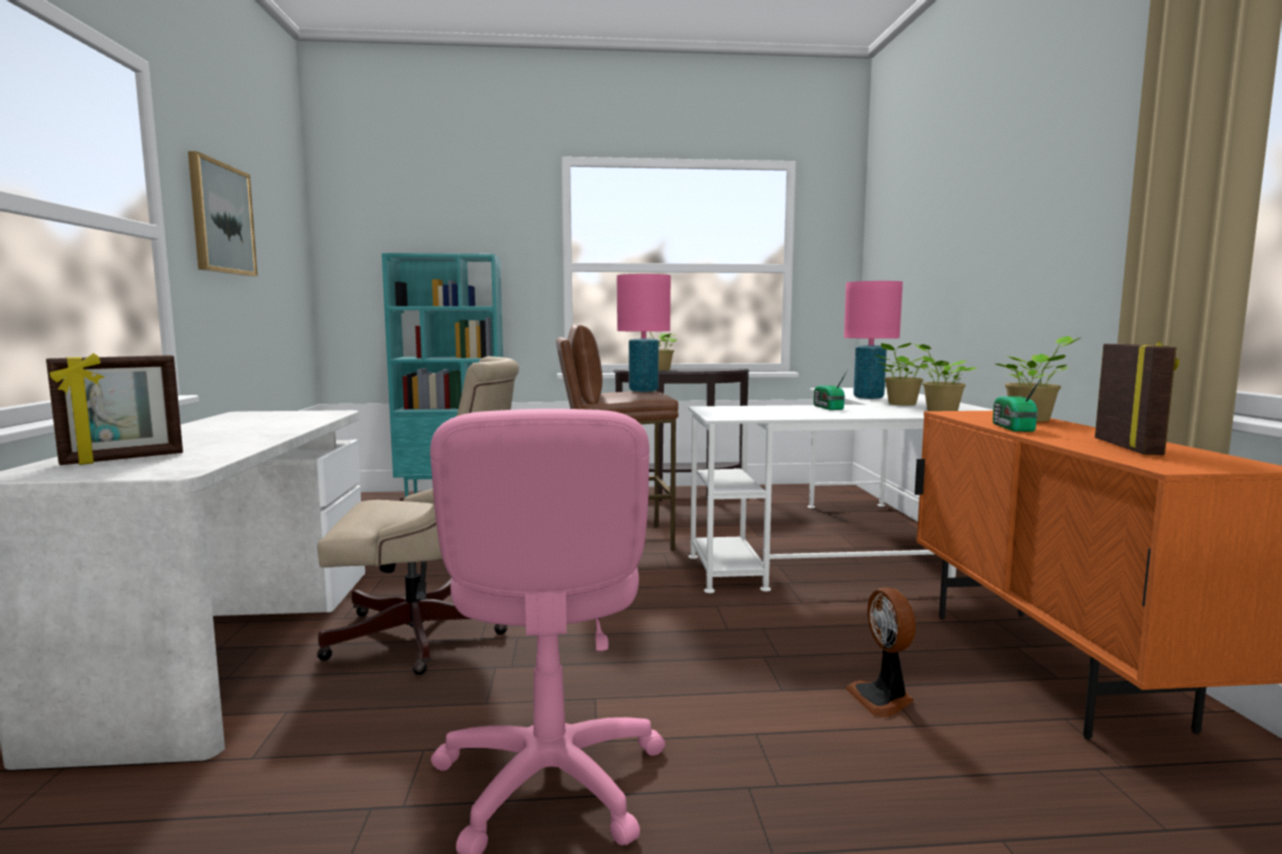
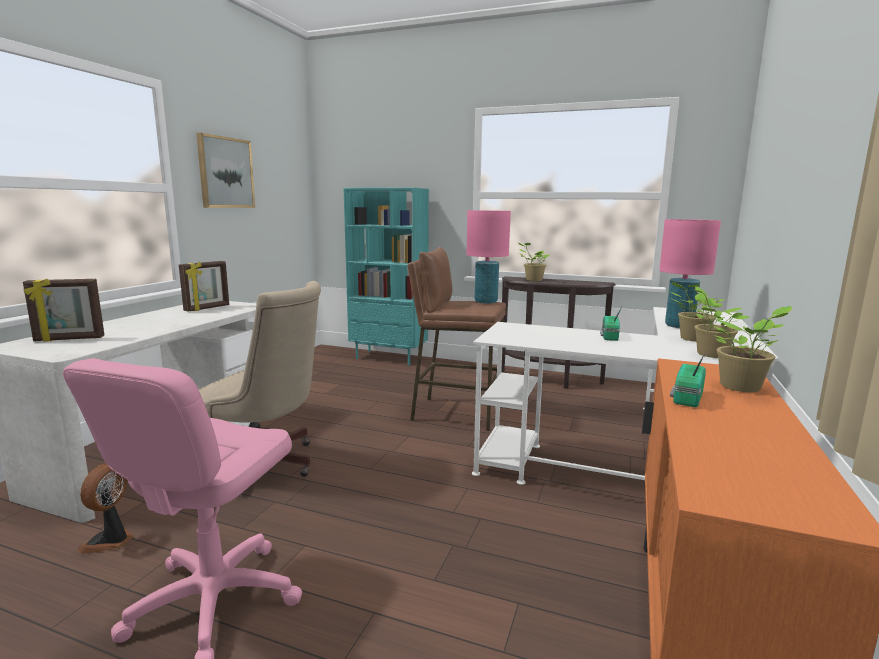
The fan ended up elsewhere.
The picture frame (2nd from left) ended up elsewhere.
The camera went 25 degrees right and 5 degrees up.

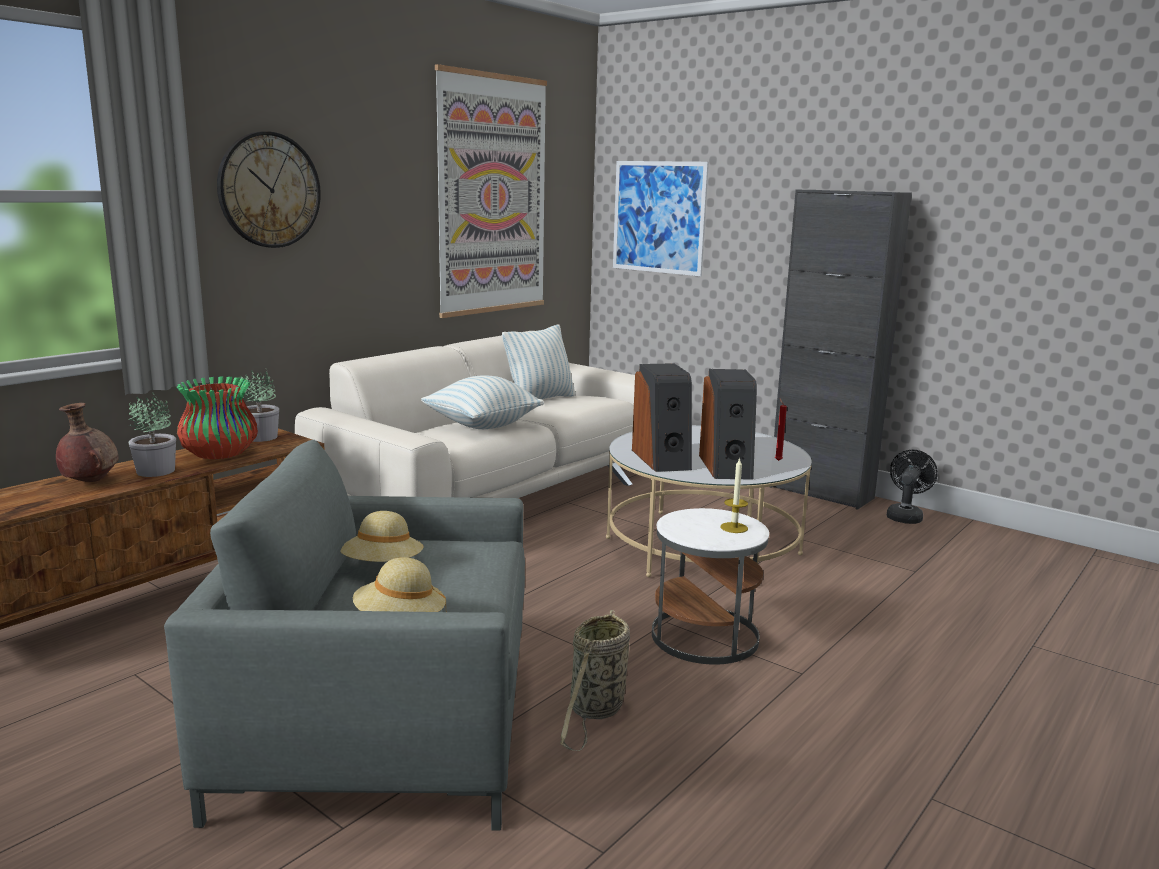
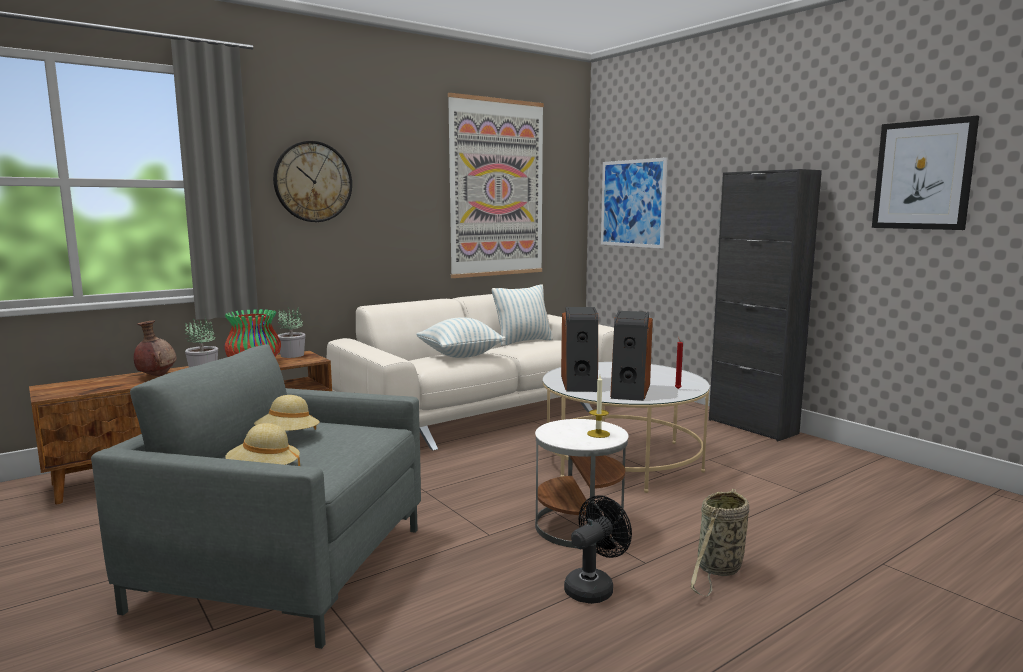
The fan (black) ended up elsewhere.
The basket ended up elsewhere.
The second view gained the picture (3rd from left).
The camera went 15 degrees right and 5 degrees down.

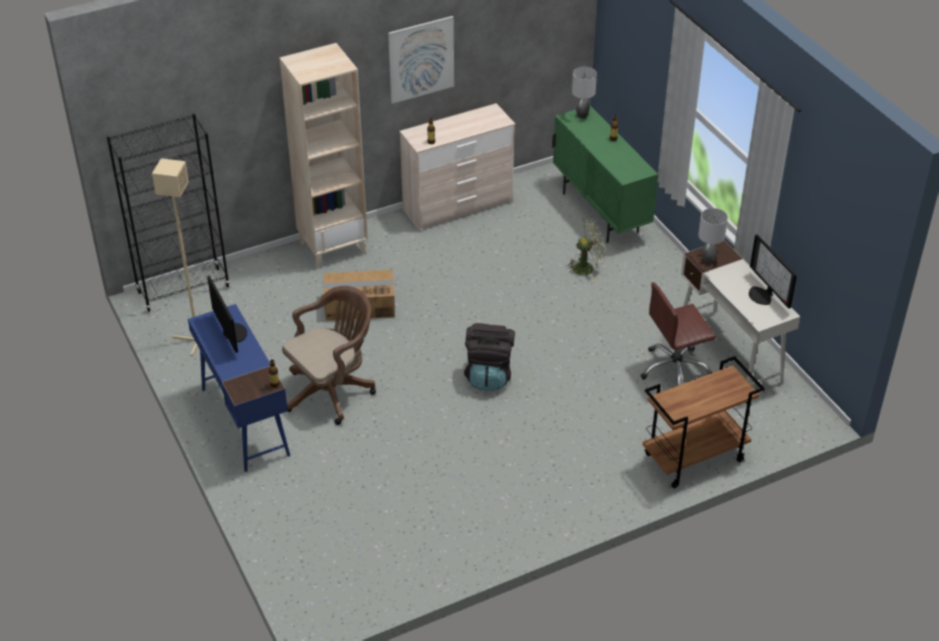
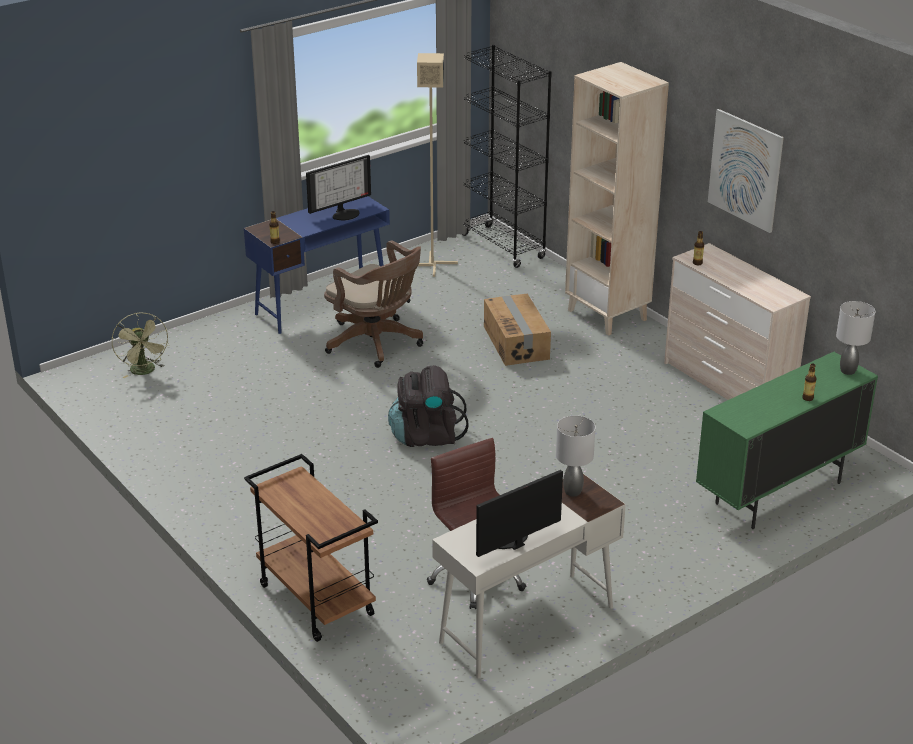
The fan (green) ended up elsewhere.
The camera went 80 degrees right and 10 degrees down.

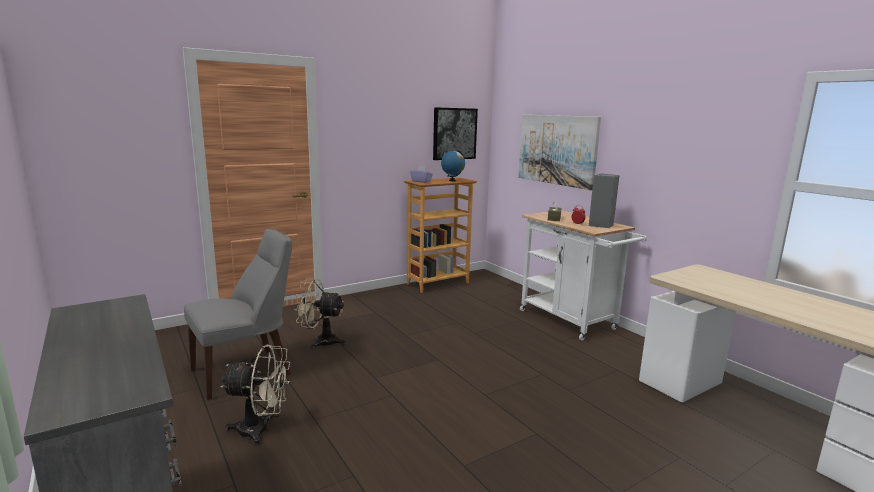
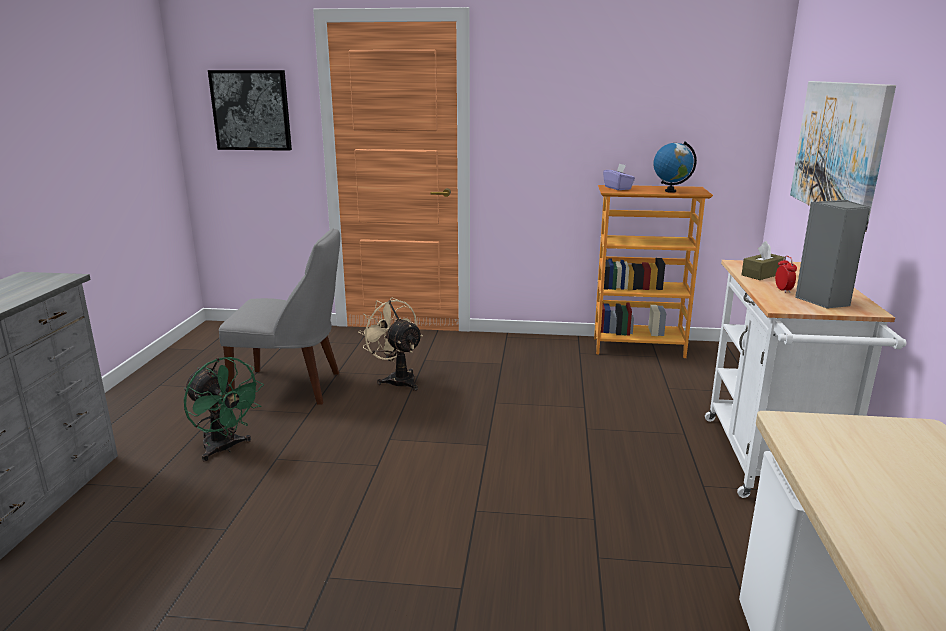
What was the fan (beige) (1st from left) turned into the fan (green).
The picture (1st from left) ended up elsewhere.
The camera went 40 degrees right and 5 degrees up.

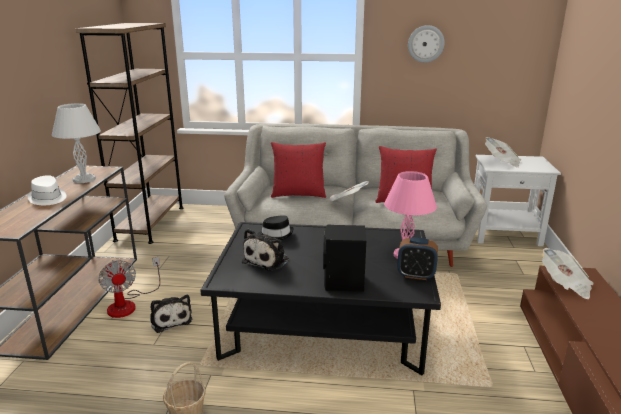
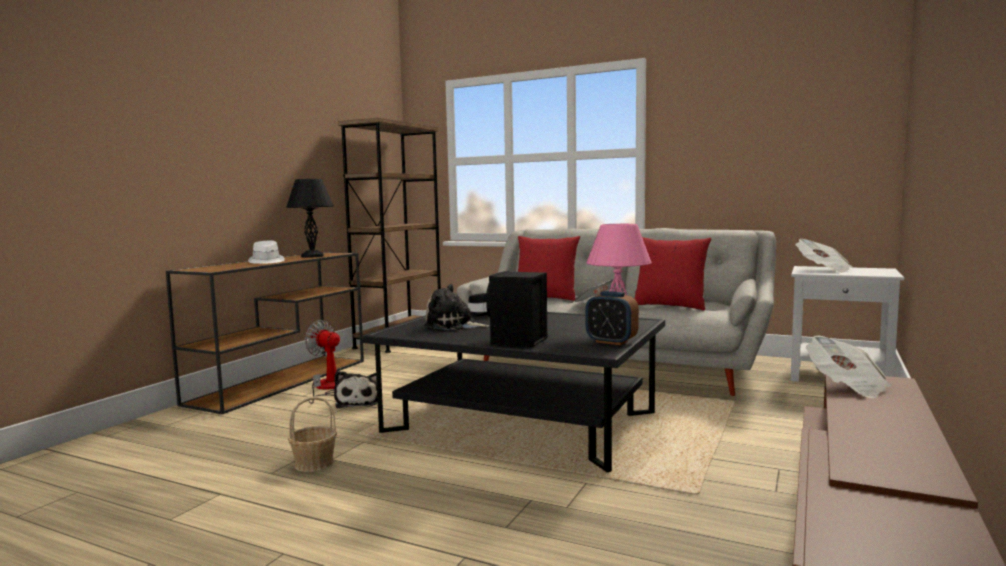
What was the table lamp (white) turned into the table lamp (black).
The fan ended up facing another way, 135 degrees clockwise from before.
The plush toy (2nd from left) ended up facing another way, 60 degrees clockwise from before.
The second view lost the wall clock.
The camera went 20 degrees right and 15 degrees down.

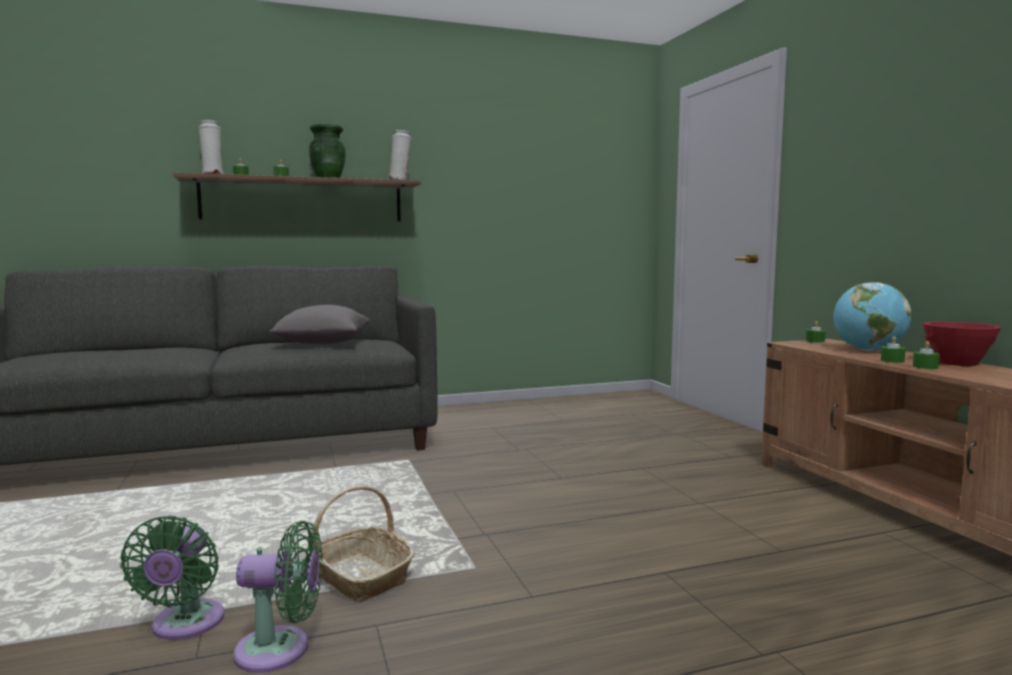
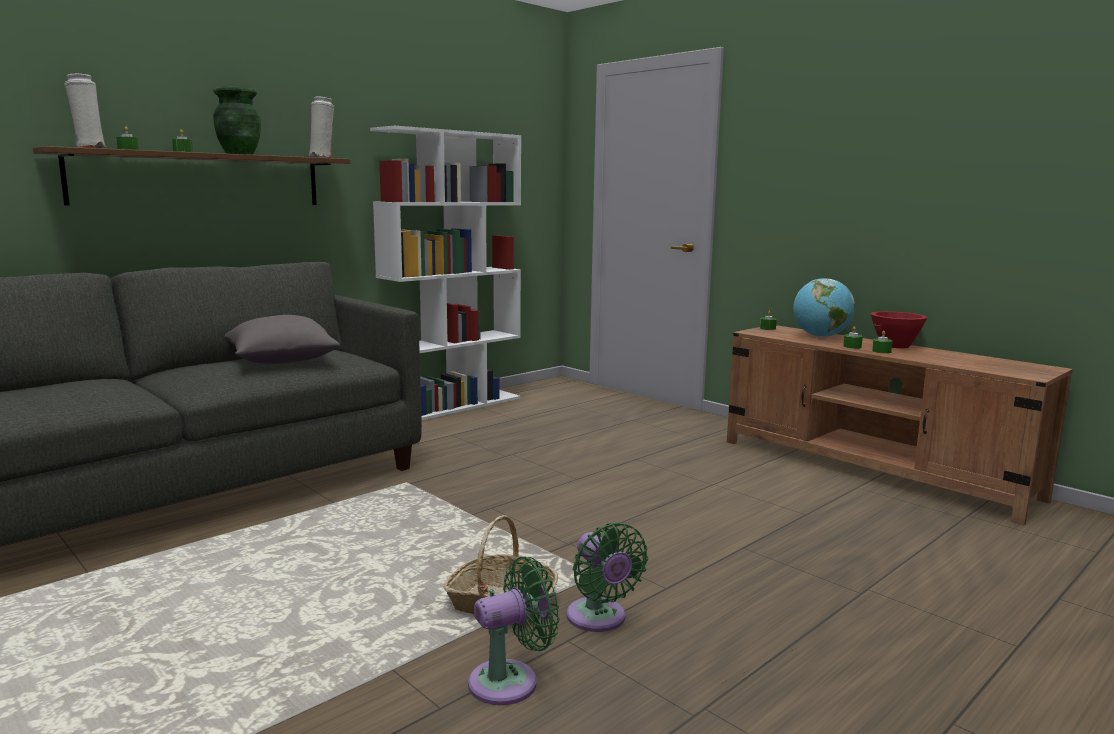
The second view gained the bookcase (white).
The fan (green) (1st from left in the first image) ended up elsewhere.
The camera went 25 degrees left and 5 degrees up.

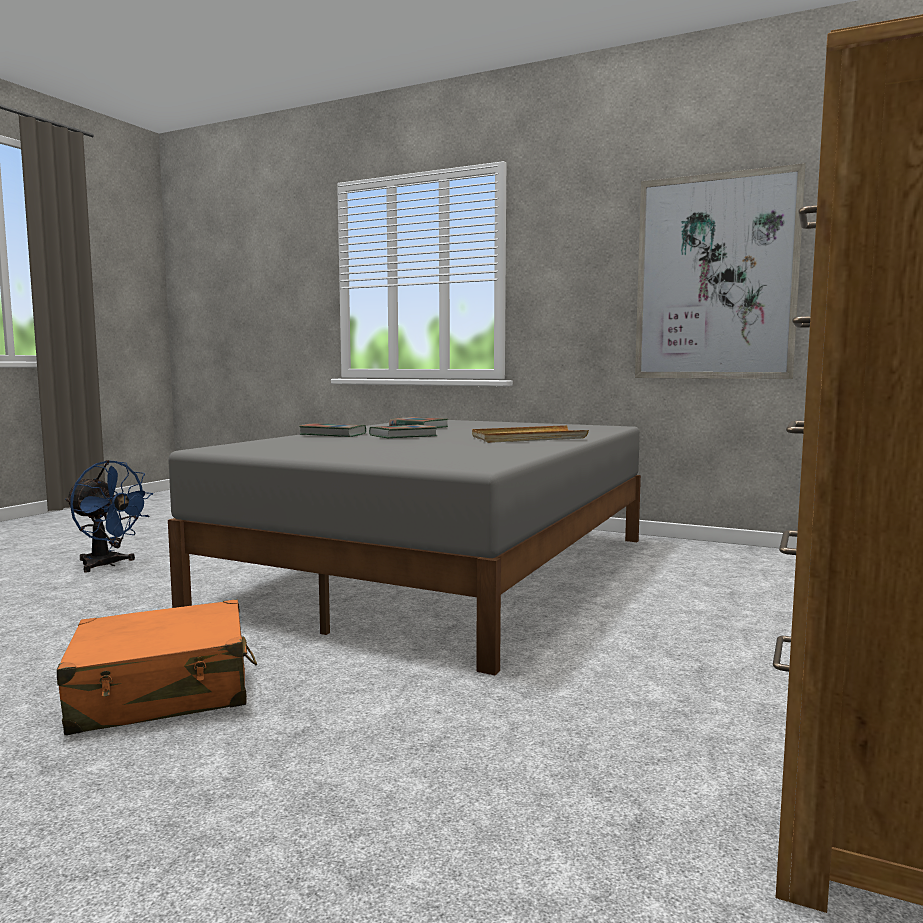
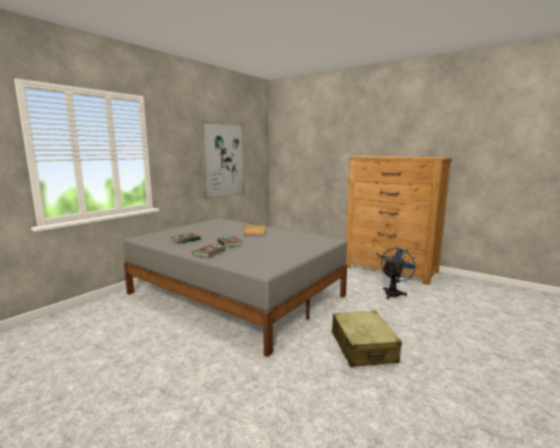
What was the suitcase (orange) turned into the suitcase (beige).
The fan (blue) ended up elsewhere.
The camera went 80 degrees left and 5 degrees up.

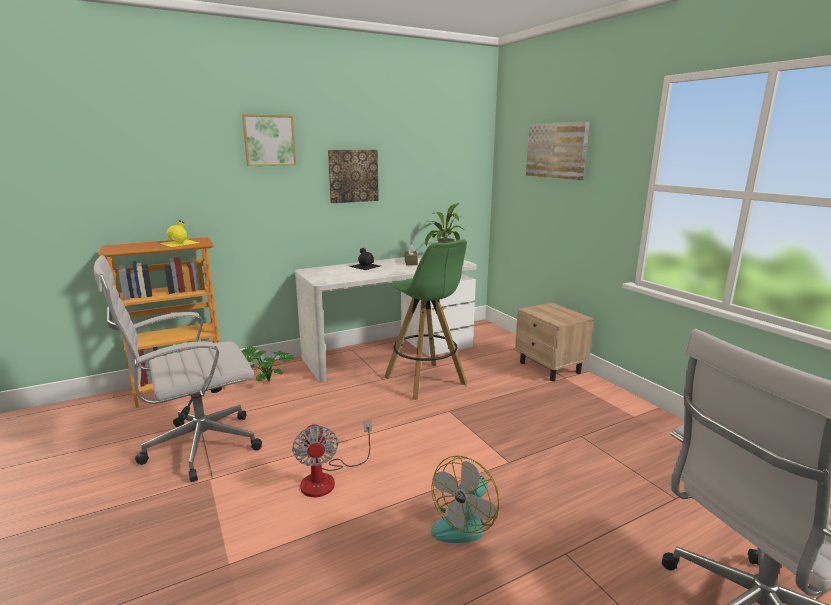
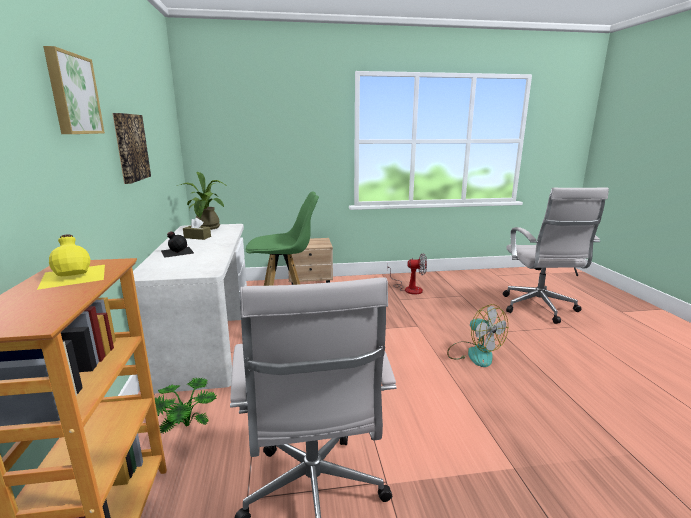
The fan (1st from left) ended up elsewhere.
The second view lost the picture (3rd from left).
The camera went 70 degrees left and 0 degrees up.

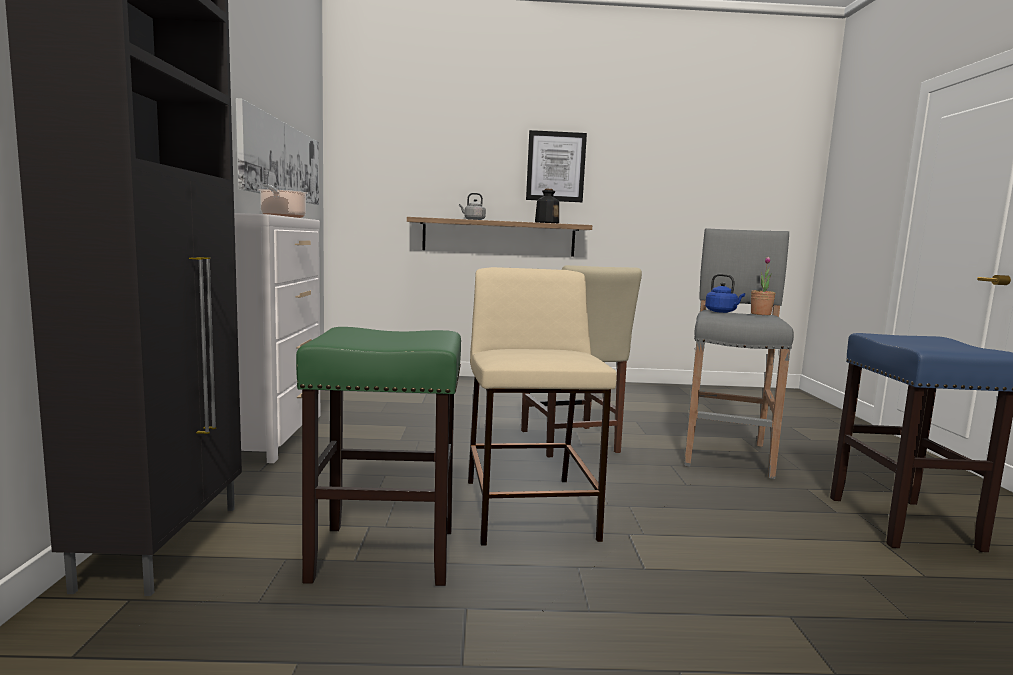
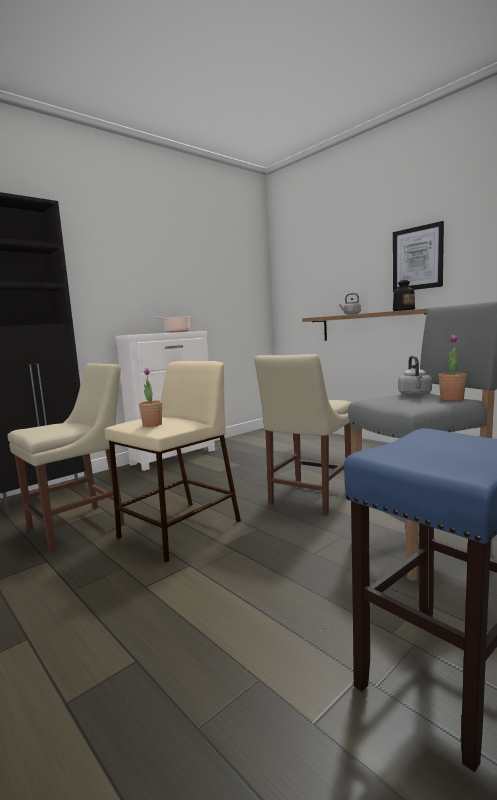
Where the stool (green) stood, the chair (beige) (1st from left) came to stand.
The second view gained the potted plant (1st from left).
What was the kettle (blue) turned into the kettle (grey) (2nd from left).
The second view lost the picture (1st from left).
The camera went 50 degrees right and 0 degrees up.

